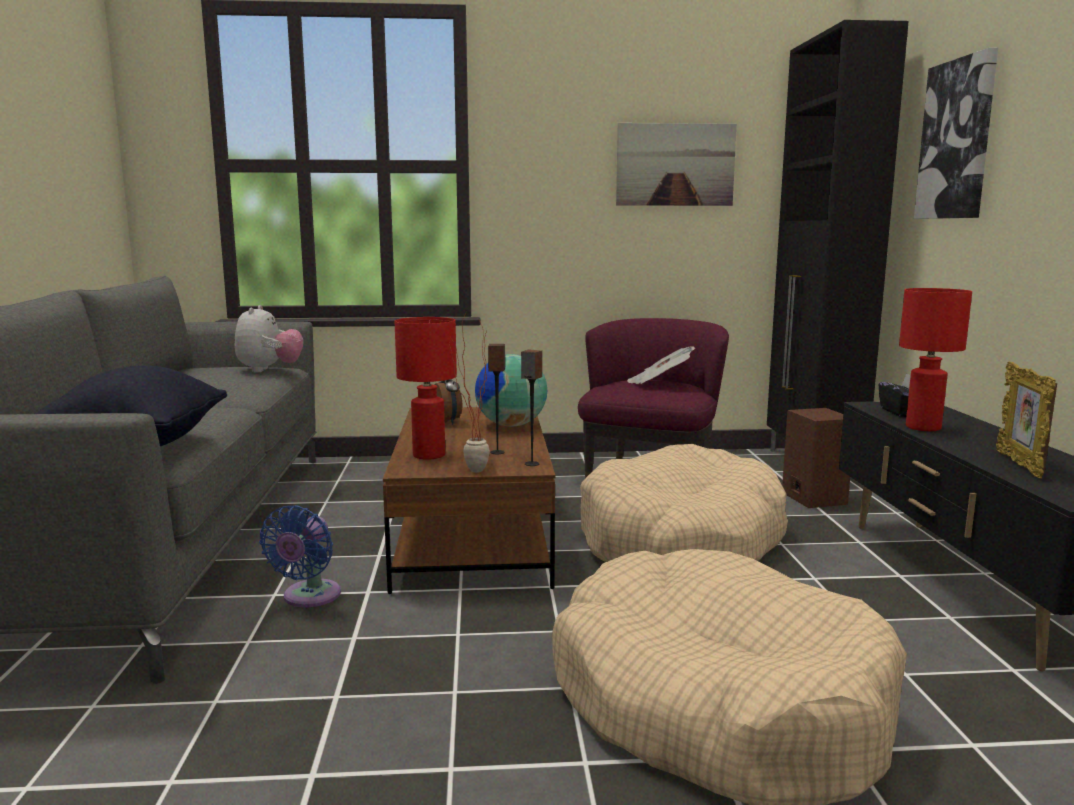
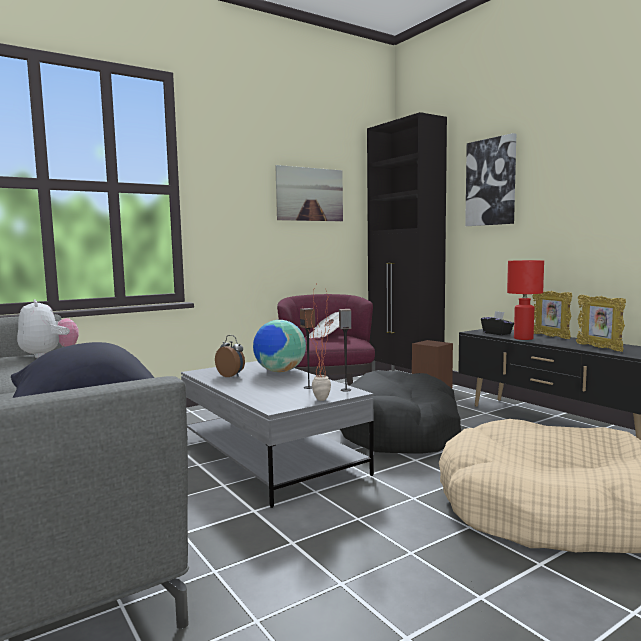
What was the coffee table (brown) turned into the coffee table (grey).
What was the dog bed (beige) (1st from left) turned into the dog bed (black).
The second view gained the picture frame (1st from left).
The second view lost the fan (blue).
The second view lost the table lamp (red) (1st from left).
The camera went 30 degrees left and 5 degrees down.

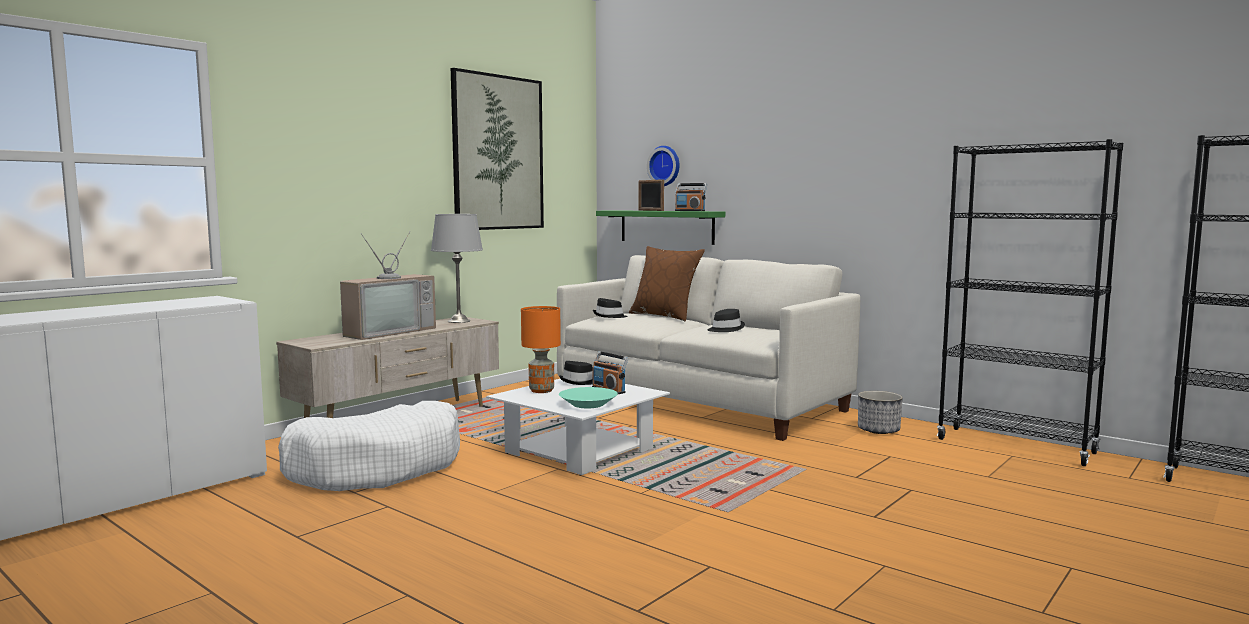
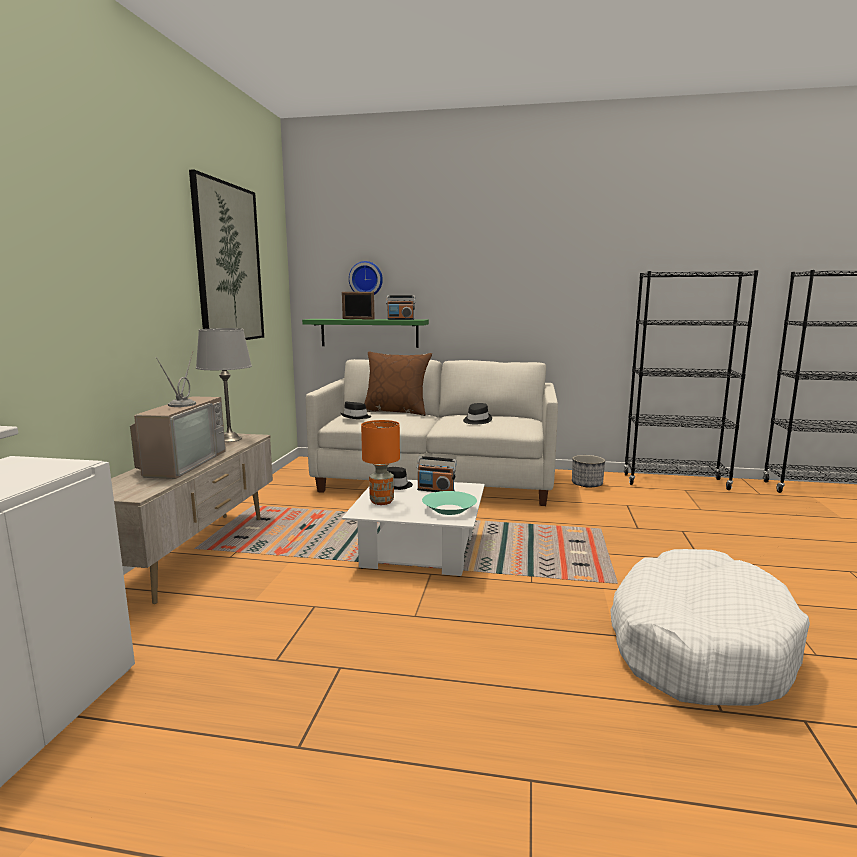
The dog bed (white) ended up elsewhere.
The camera went 30 degrees left and 5 degrees up.

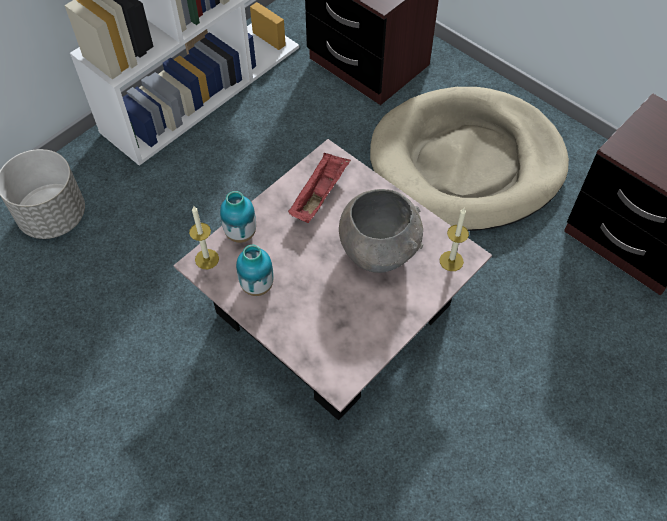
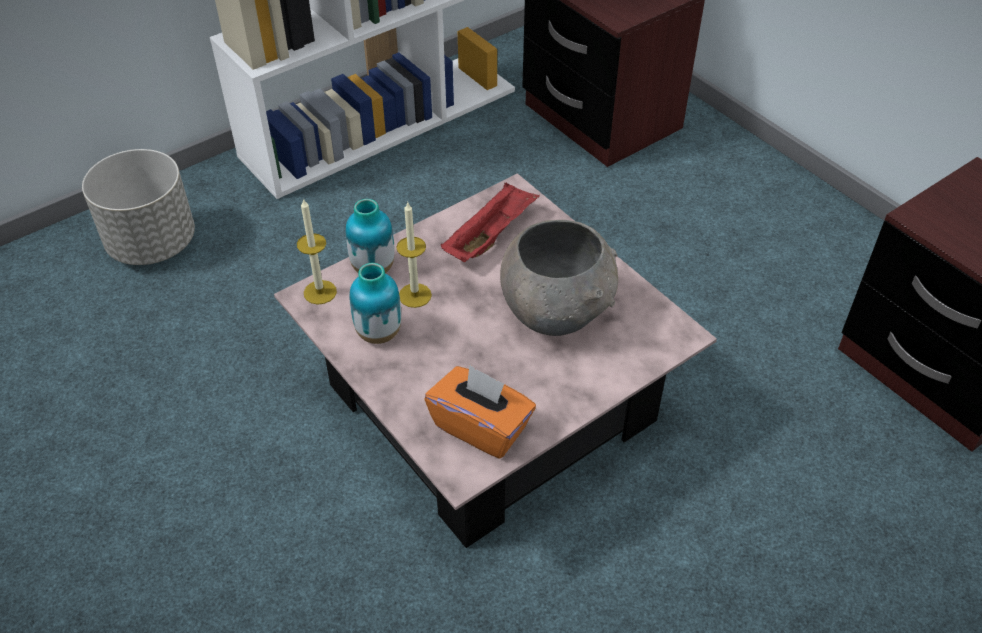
The candle (2nd from left) ended up elsewhere.
The second view gained the tissue box (orange).
The second view lost the dog bed (beige).
The camera went 10 degrees right and 10 degrees down.

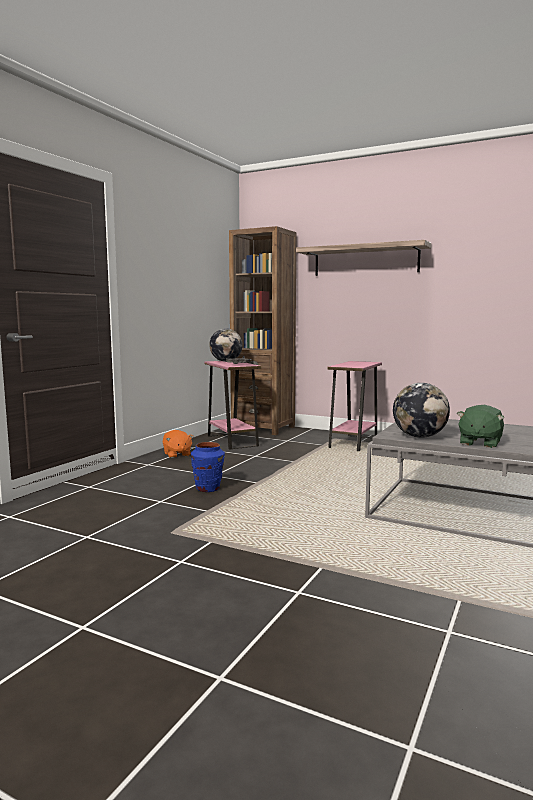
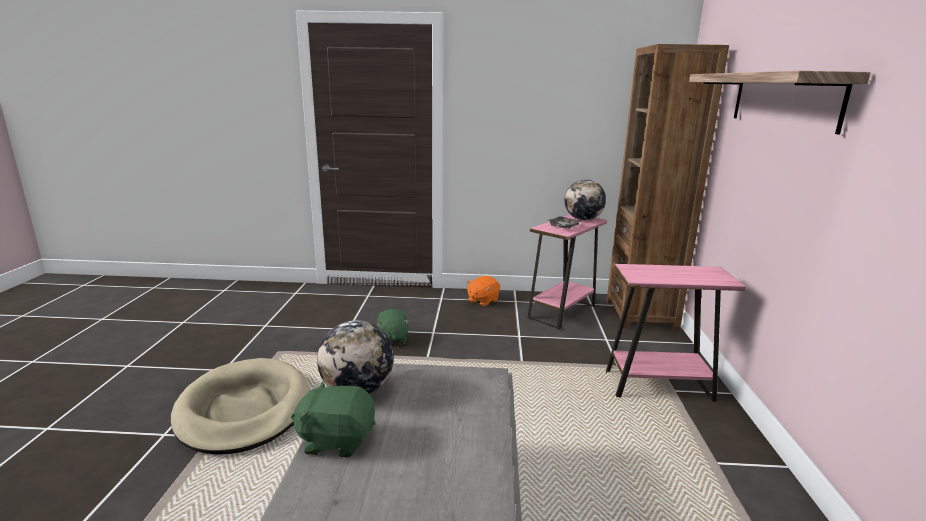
The second view gained the dog bed (beige).
Where the vase (blue) stood, the plush toy (green) (2nd from left) came to stand.
The camera went 65 degrees right and 10 degrees up.

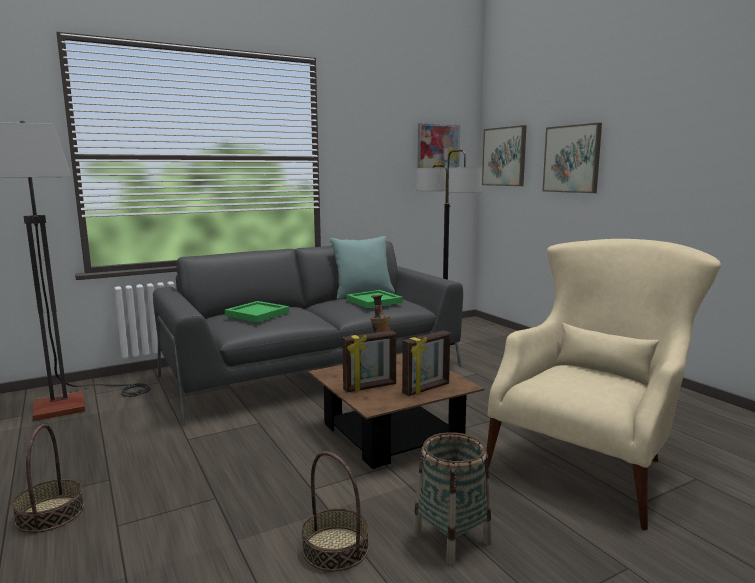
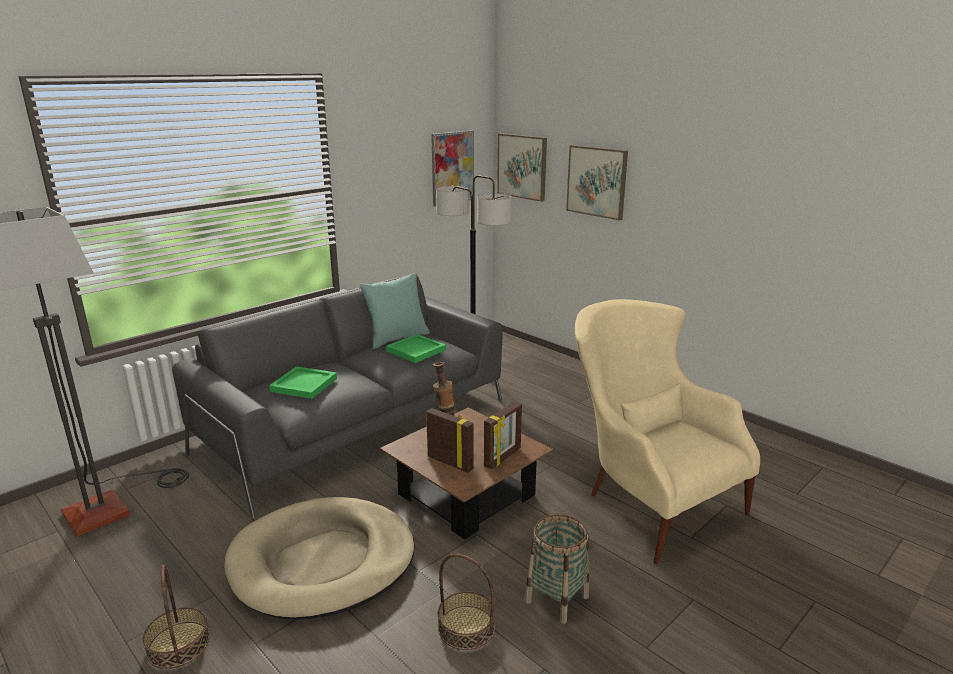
The second view gained the dog bed (beige).
The picture frame (1st from left) ended up facing another way, 105 degrees counterclockwise from before.
The armchair (beige) ended up facing another way, 60 degrees counterclockwise from before.
The camera went 15 degrees left and 10 degrees up.

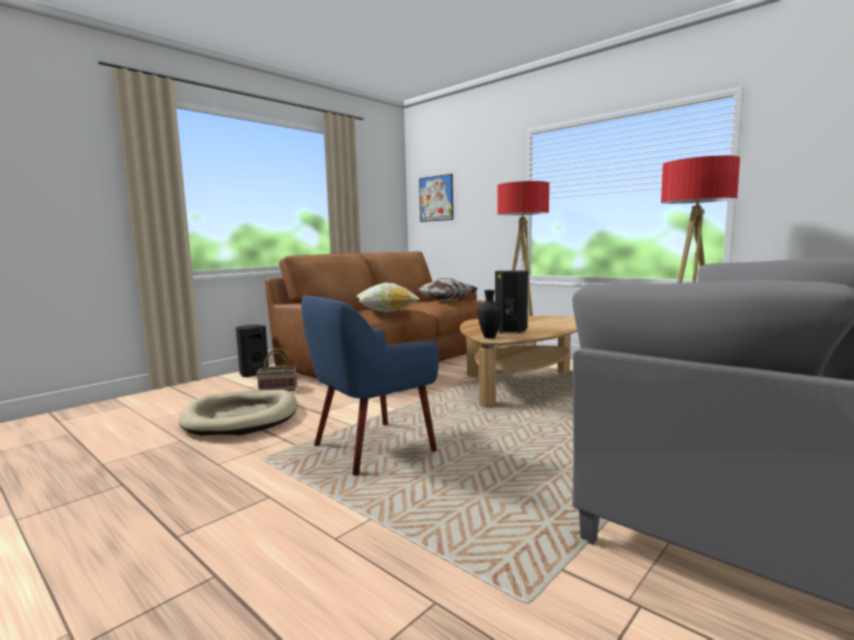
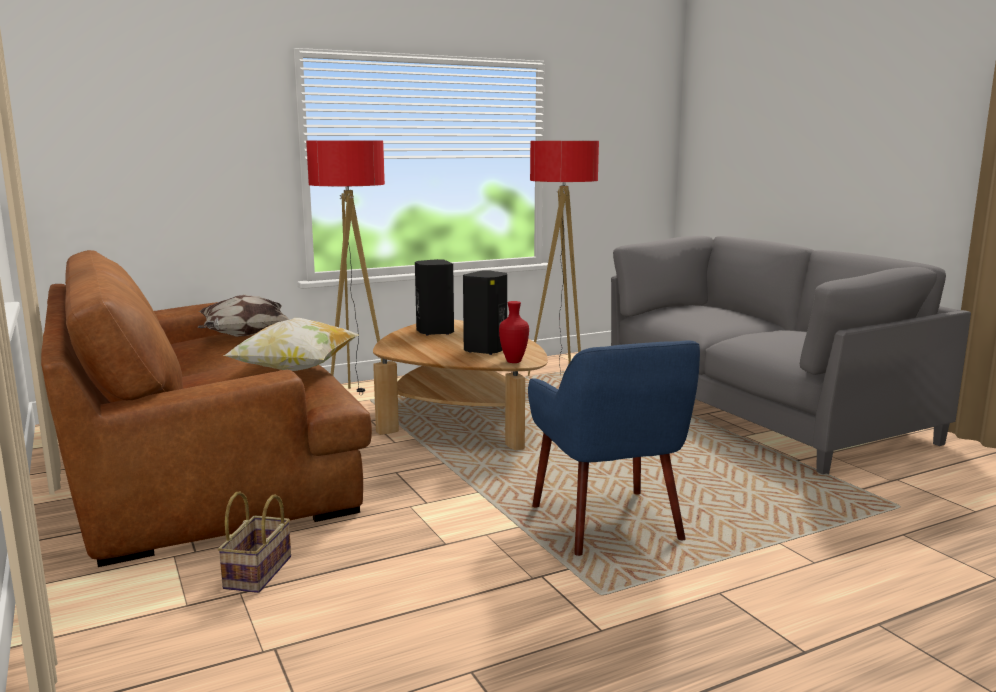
The speaker (black) (1st from left) ended up elsewhere.
What was the vase (black) turned into the vase (red).
The second view lost the dog bed (beige).
The second view lost the picture.
The camera went 70 degrees left and 5 degrees up.

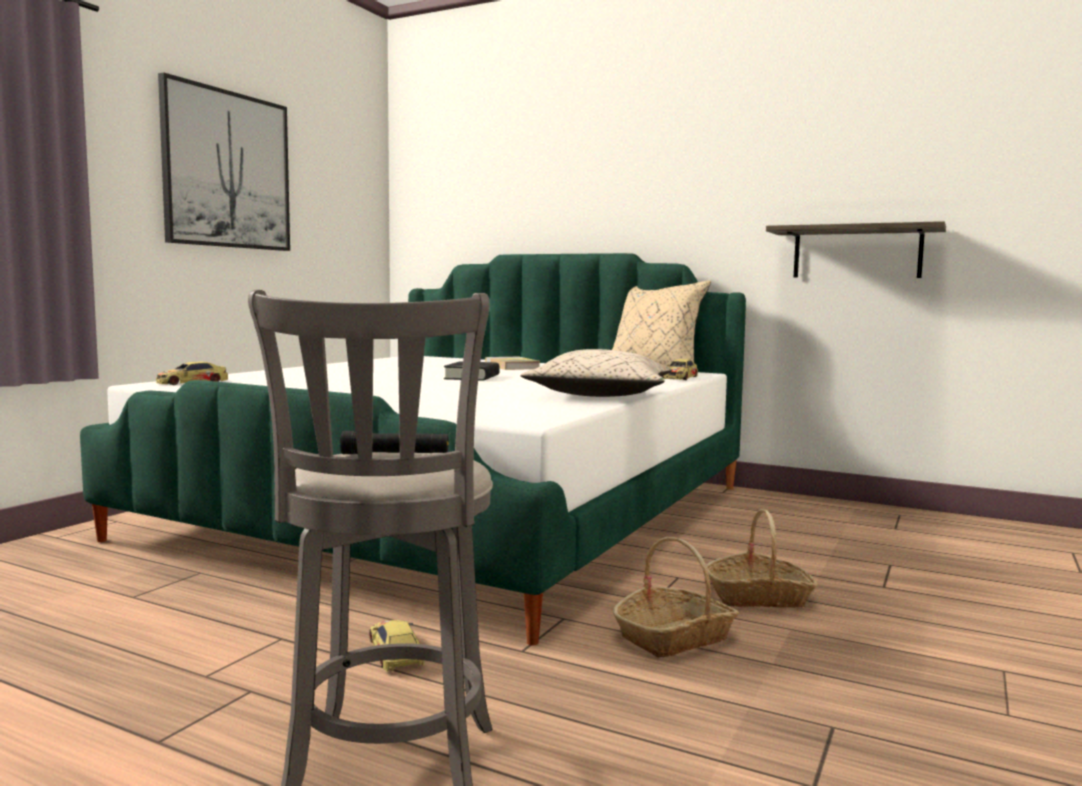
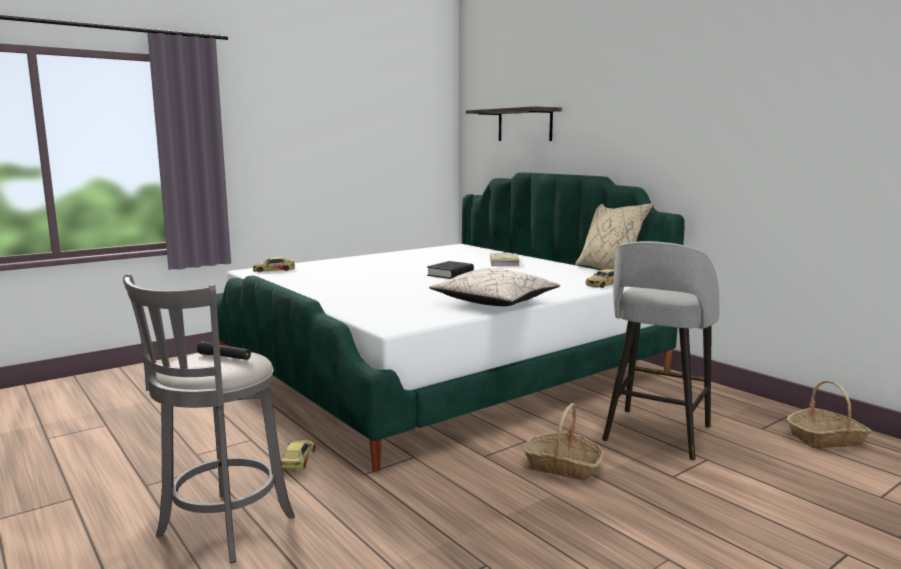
The shelf ended up elsewhere.
The second view gained the stool (grey) (2nd from left).
The basket (1st from left in the first image) ended up elsewhere.
The second view lost the picture.
The camera went 25 degrees right and 5 degrees up.

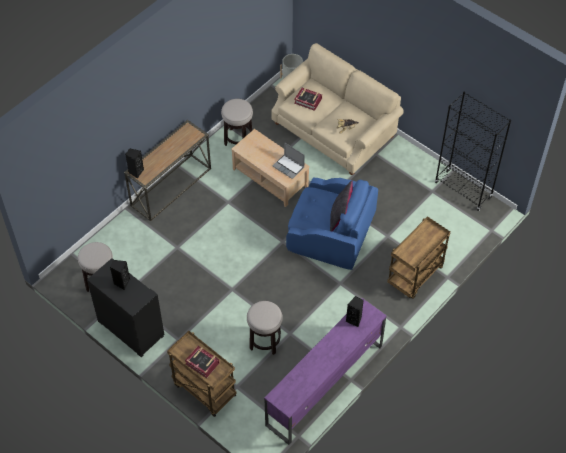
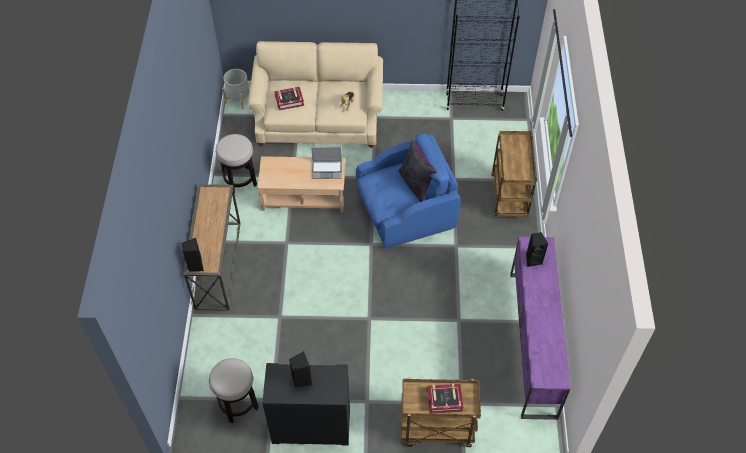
The second view lost the stool (3rd from left).
The camera went 40 degrees left and 0 degrees up.

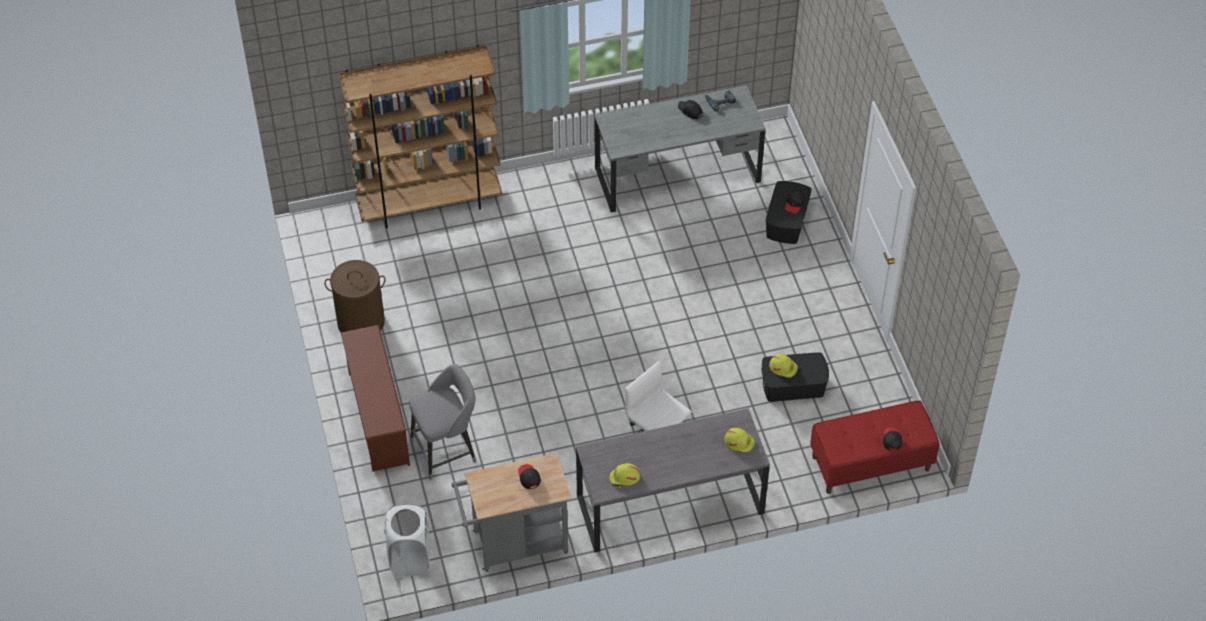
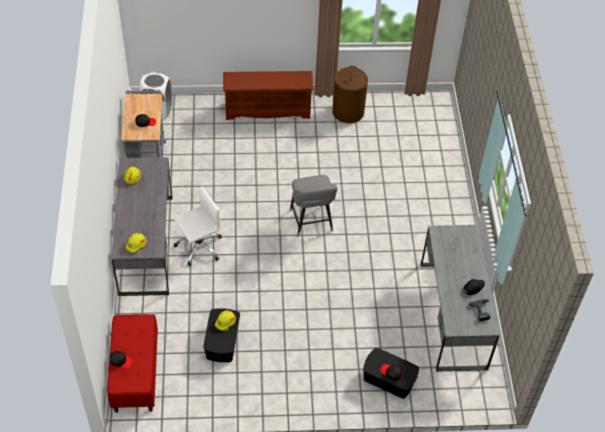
The stool (grey) ended up elsewhere.
The second view lost the bookcase (brown).
The camera went 100 degrees right and 0 degrees up.

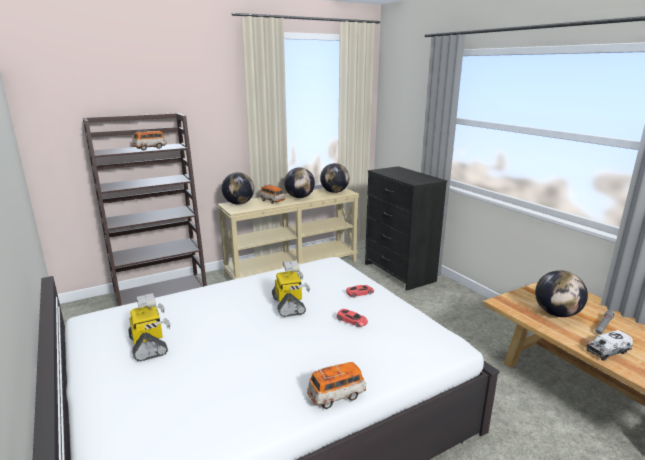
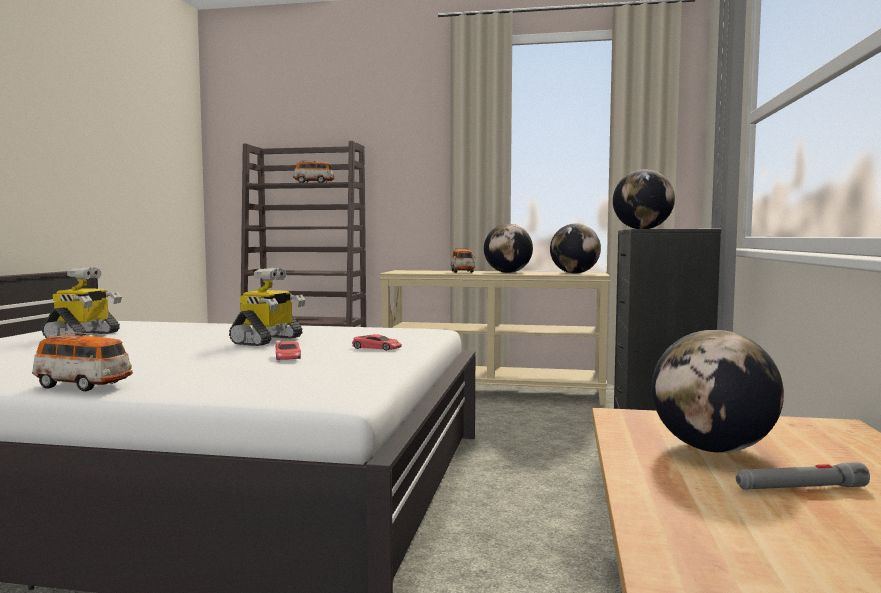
The globe (1st from left in the first image) ended up elsewhere.
The second view lost the toy truck.
The camera went 40 degrees right and 15 degrees down.

